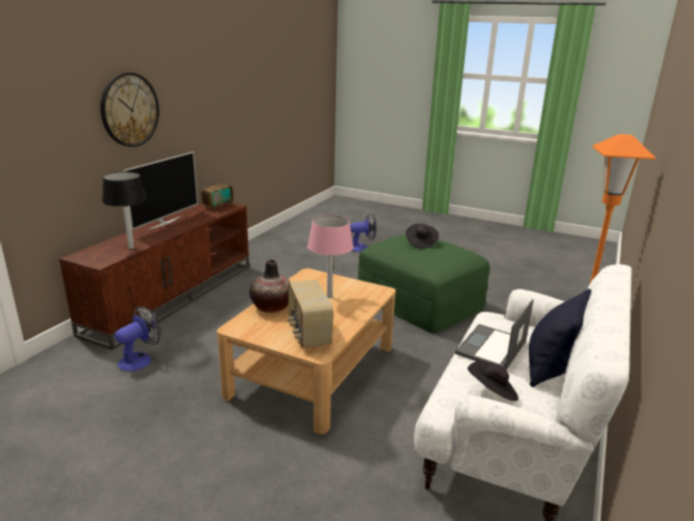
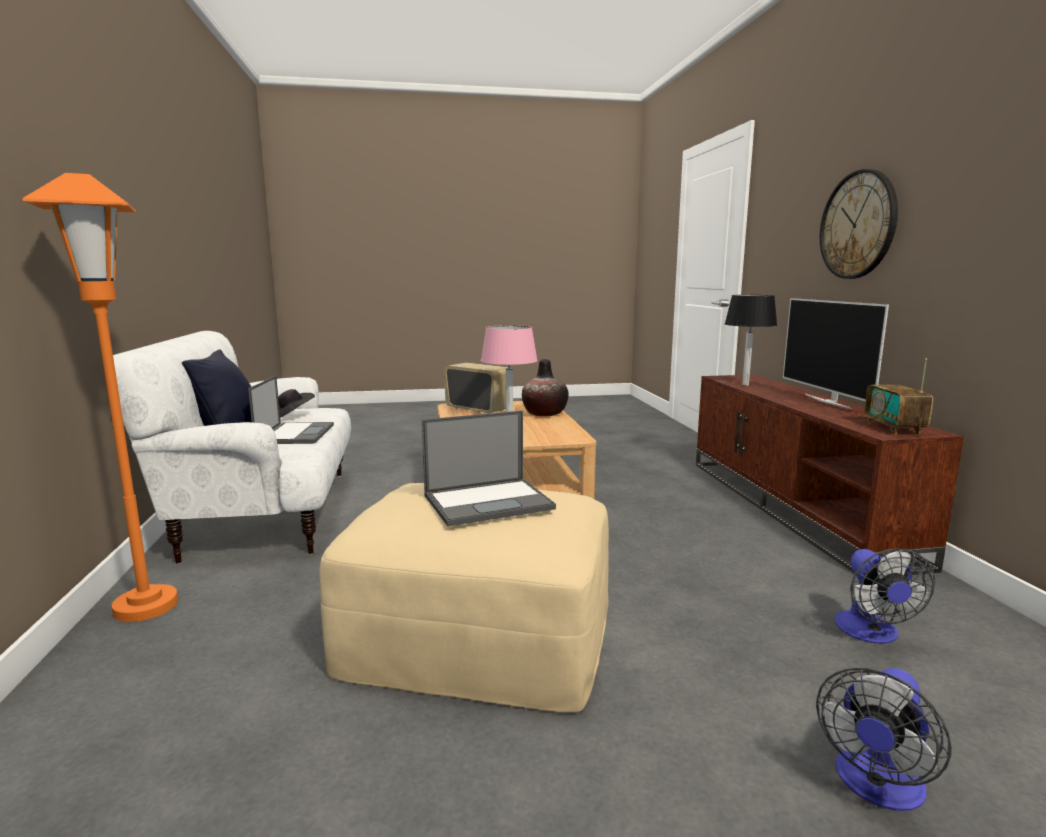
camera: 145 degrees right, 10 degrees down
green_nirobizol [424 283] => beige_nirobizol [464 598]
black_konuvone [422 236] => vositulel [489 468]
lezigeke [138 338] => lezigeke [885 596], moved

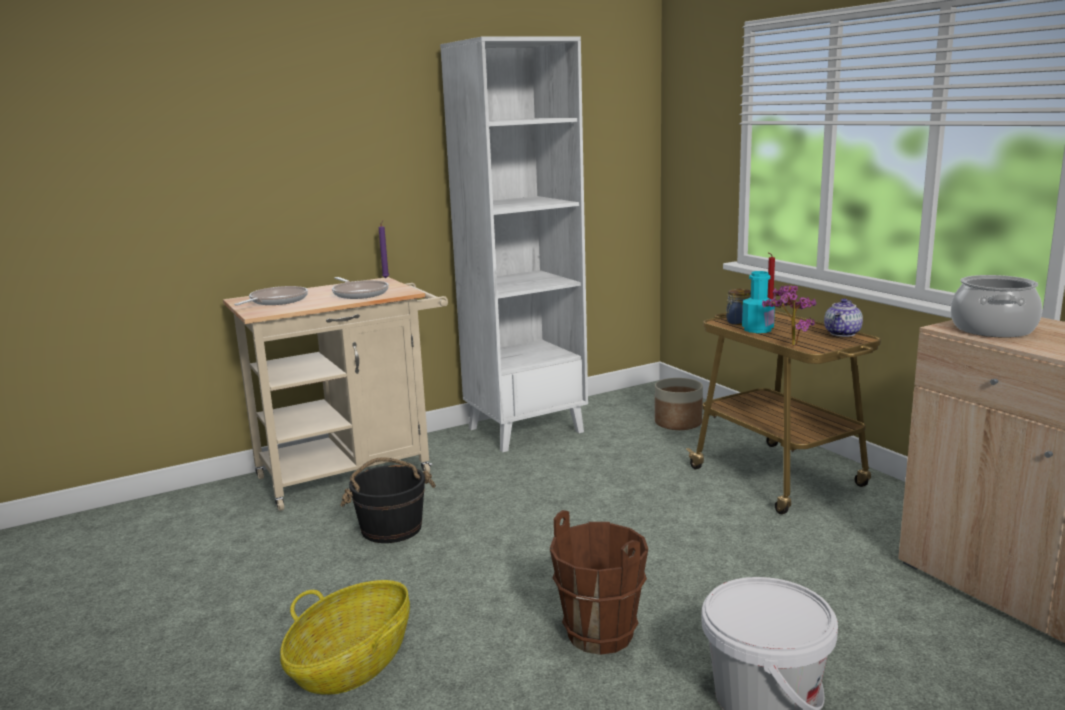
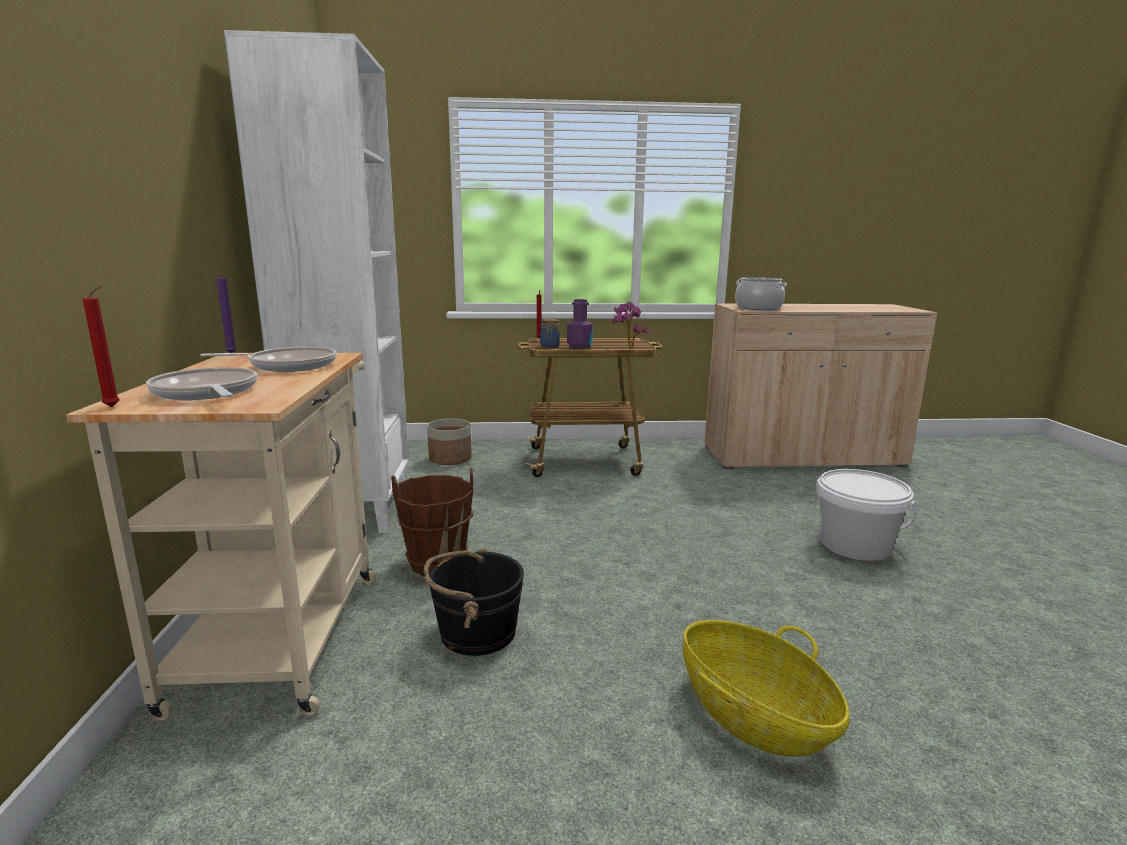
camera: 65 degrees left, 0 degrees up
nothing => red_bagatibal [101 346]
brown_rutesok [599 582] => brown_rutesok [432 522], moved
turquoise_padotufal [758 302] => purple_padotufal [580 323]
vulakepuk [843 318] => nothing

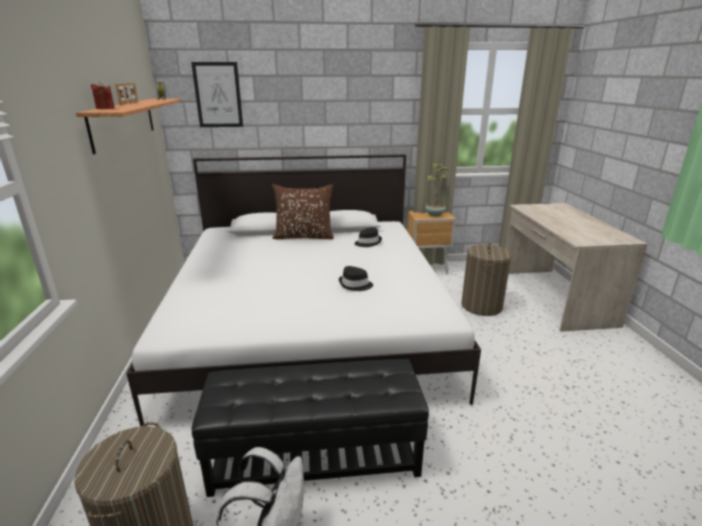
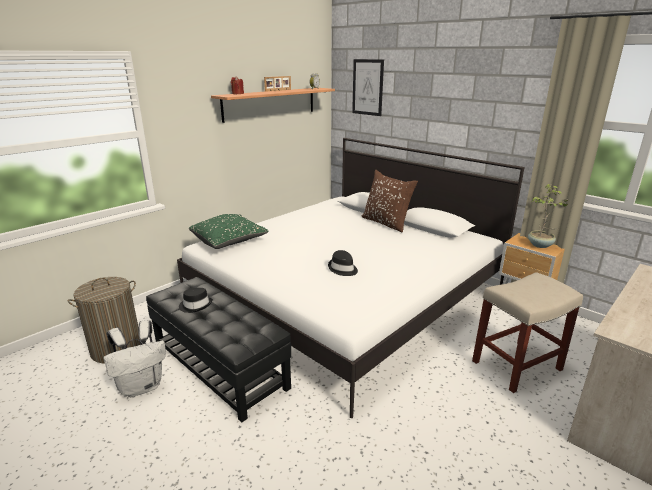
camera: 50 degrees right, 0 degrees up
black_konuvone [368 237] => black_konuvone [196 300], moved
nothing => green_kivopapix [229 231]
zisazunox [486 279] => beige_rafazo [527 332]

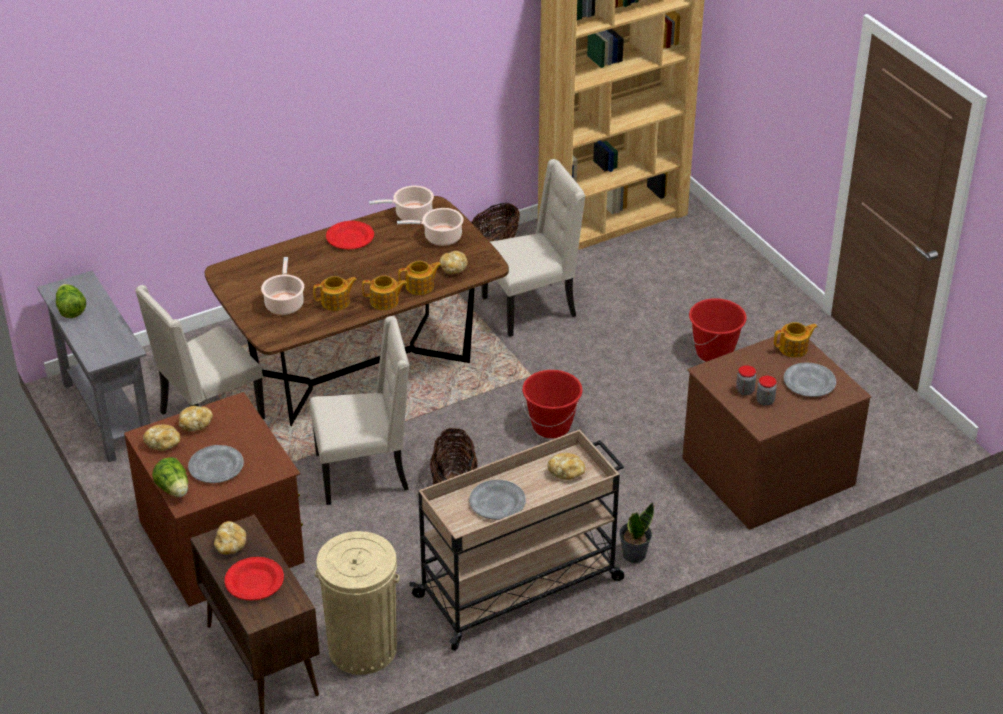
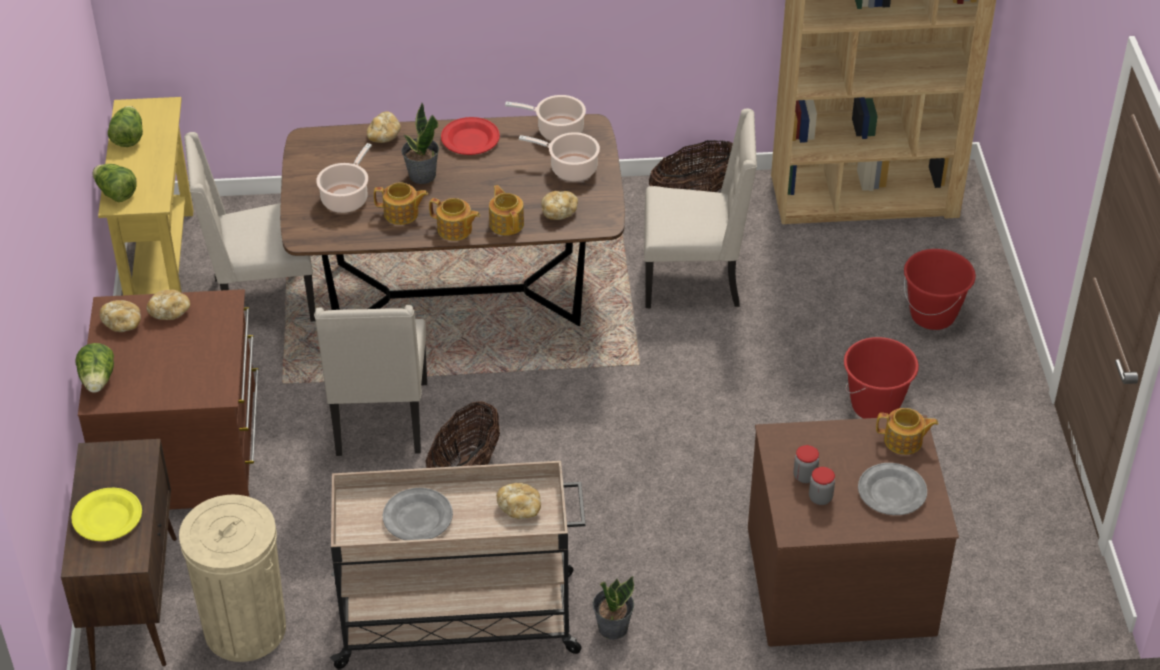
camera: 25 degrees right, 5 degrees up
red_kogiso [254 579] => yellow_kogiso [106 514]
nothing => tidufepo [115 183]
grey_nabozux [93 366] => yellow_nabozux [146 196]
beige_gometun [359 410] => beige_gometun [370 380], 75 degrees clockwise
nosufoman [230 538] => nosufoman [384 127], moved
nothing => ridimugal [420 143]
vulakepuk [419 278] => vulakepuk [506 210], 120 degrees counterclockwise
red_rutesok [552 404] => red_rutesok [940 289], moved
grey_kogiso [216 464] => nothing

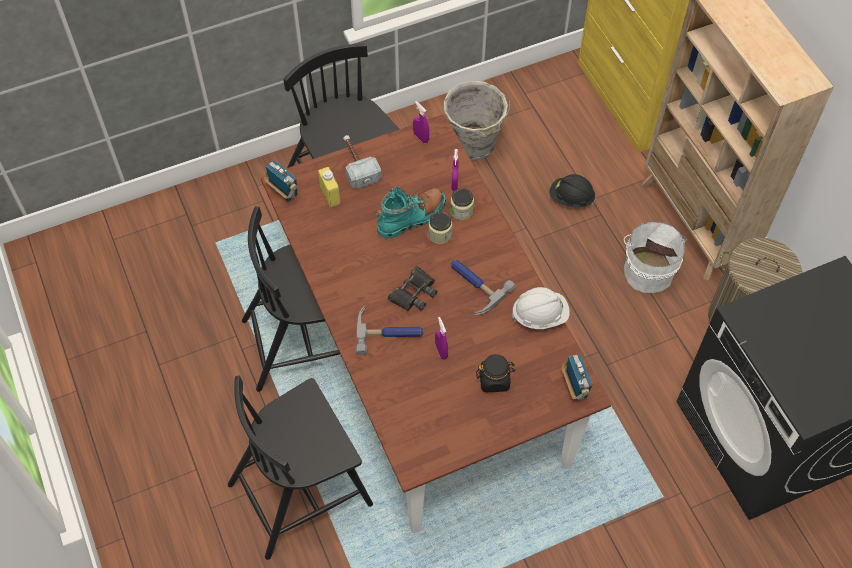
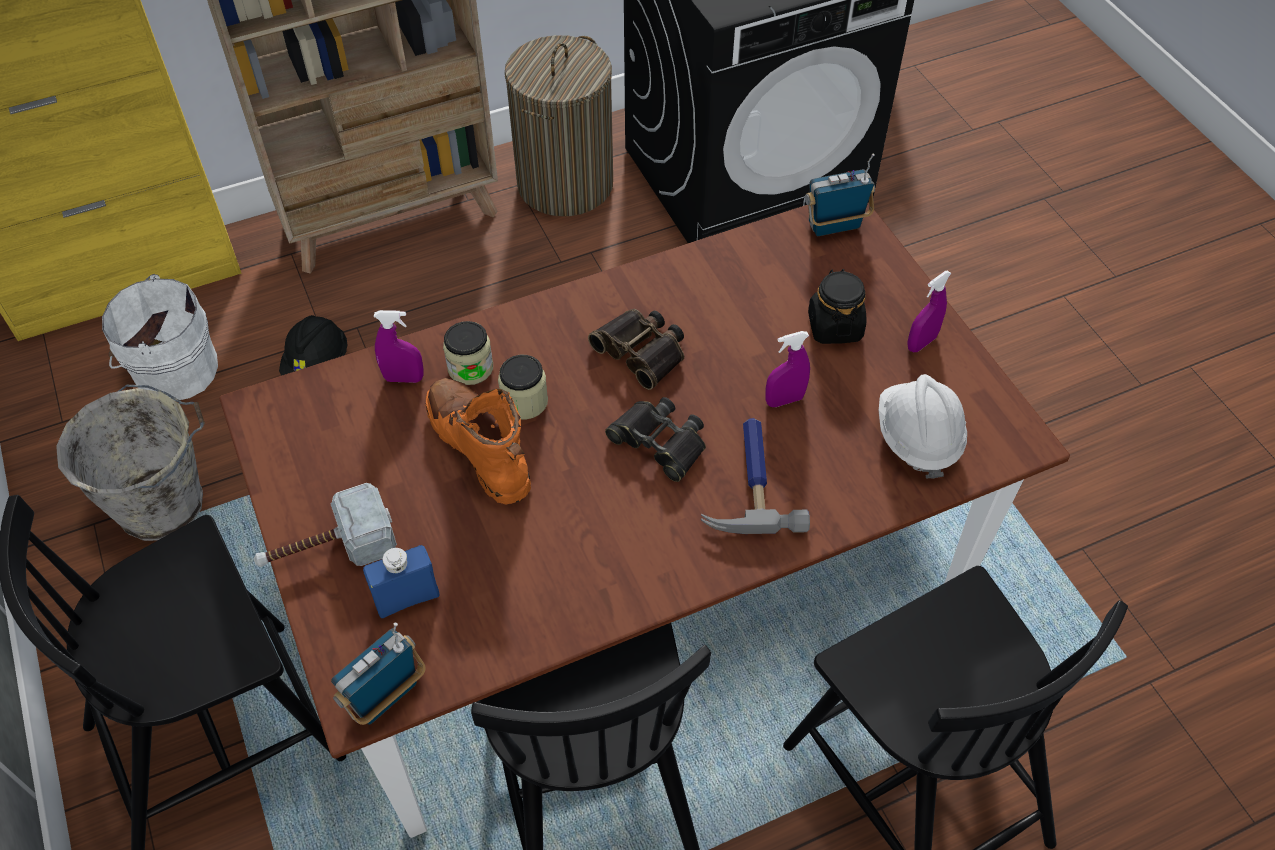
camera: 90 degrees left, 5 degrees down
white_rutesok [655 257] => white_rutesok [160 337], moved
yellow_padotufal [329 187] => blue_padotufal [401 581]
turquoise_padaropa [410 212] => orange_padaropa [478 441]
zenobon [483 287] => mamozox [636 349]
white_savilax [541 308] => white_savilax [922 426], moved
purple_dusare [421 122] => purple_dusare [929 311], moved

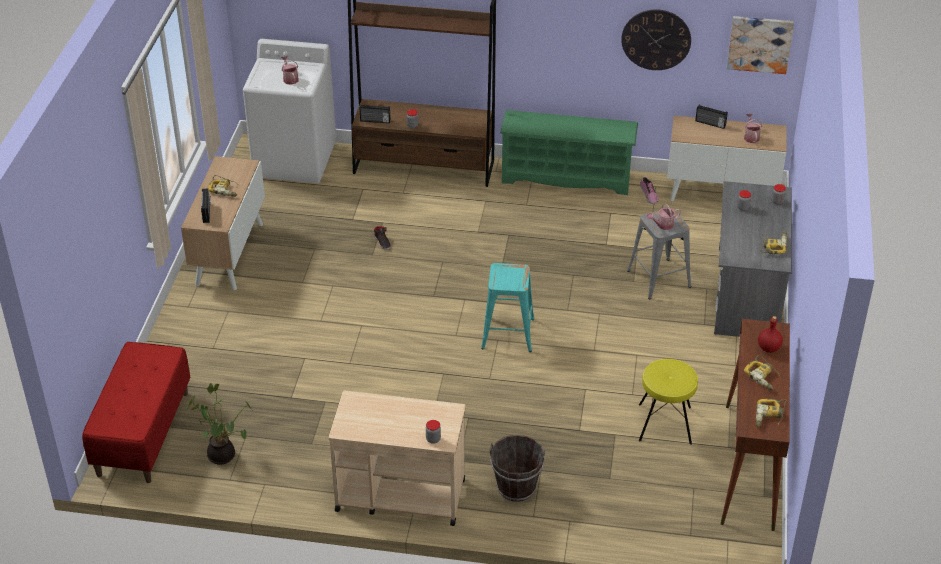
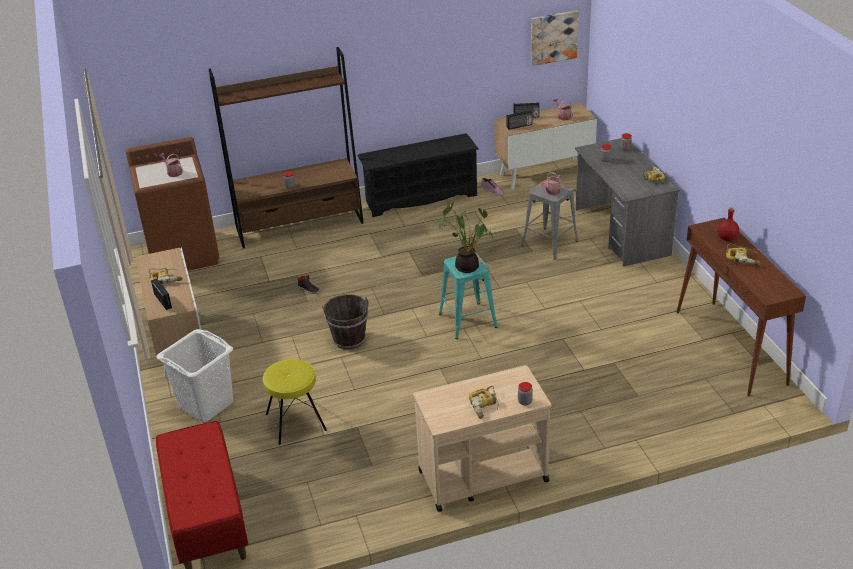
camera: 25 degrees left, 5 degrees down
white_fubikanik [289 111] => brown_fubikanik [172 204]
nothing => white_zisazunox [194 375]
yellow_rafazo [668 402] => yellow_rafazo [295 402], moved
brown_rutesok [517 468] => brown_rutesok [345 321], moved
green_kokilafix [569 152] => black_kokilafix [418 175]
ridimugal [219 424] => ridimugal [466 238], moved
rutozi [771 413] => rutozi [484 402], moved
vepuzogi [375 113] => vepuzogi [519 120], moved
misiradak [656 39] => nothing

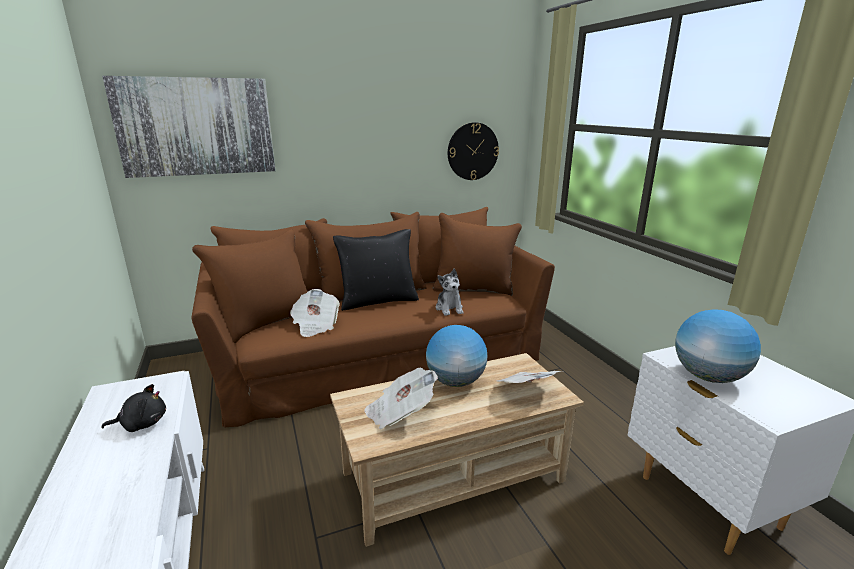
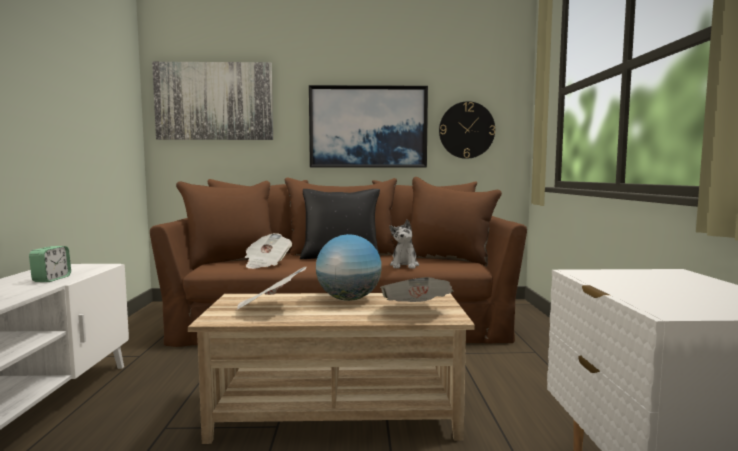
camera: 20 degrees right, 15 degrees down
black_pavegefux [133 408] => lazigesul [50 264]
nothing => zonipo [368 126]
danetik [718 346] => nothing

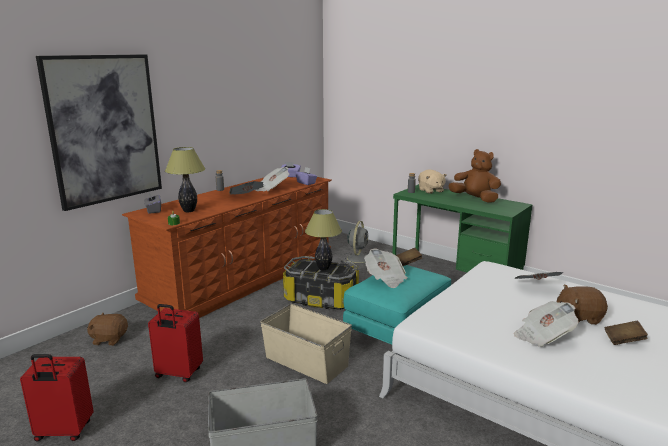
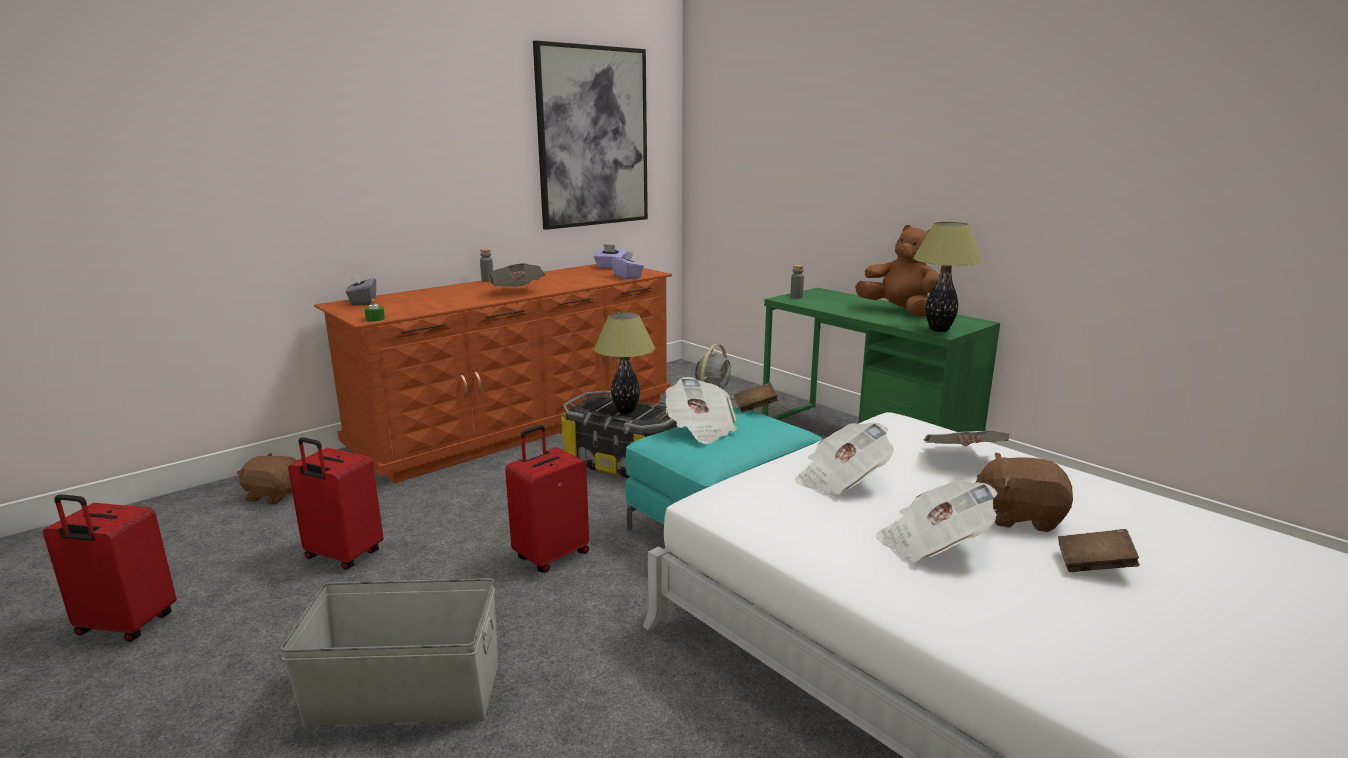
camera: 10 degrees right, 0 degrees up
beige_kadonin [306 344] => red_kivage [547 499]
zonipo [99 132] => zonipo [590 135], moved
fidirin [272 179] => fidirin [845 459], moved
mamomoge [185 179] => mamomoge [948 277], moved
beige_pavegefux [432 181] => nothing

